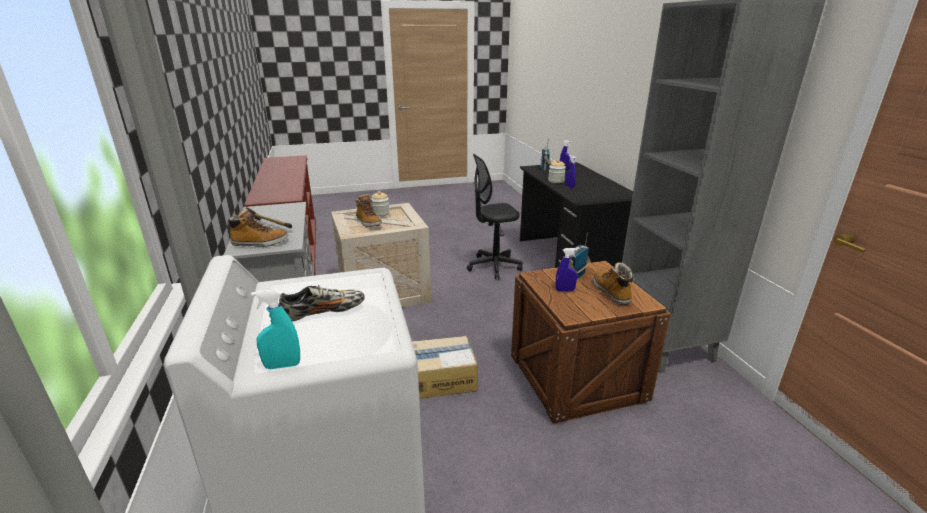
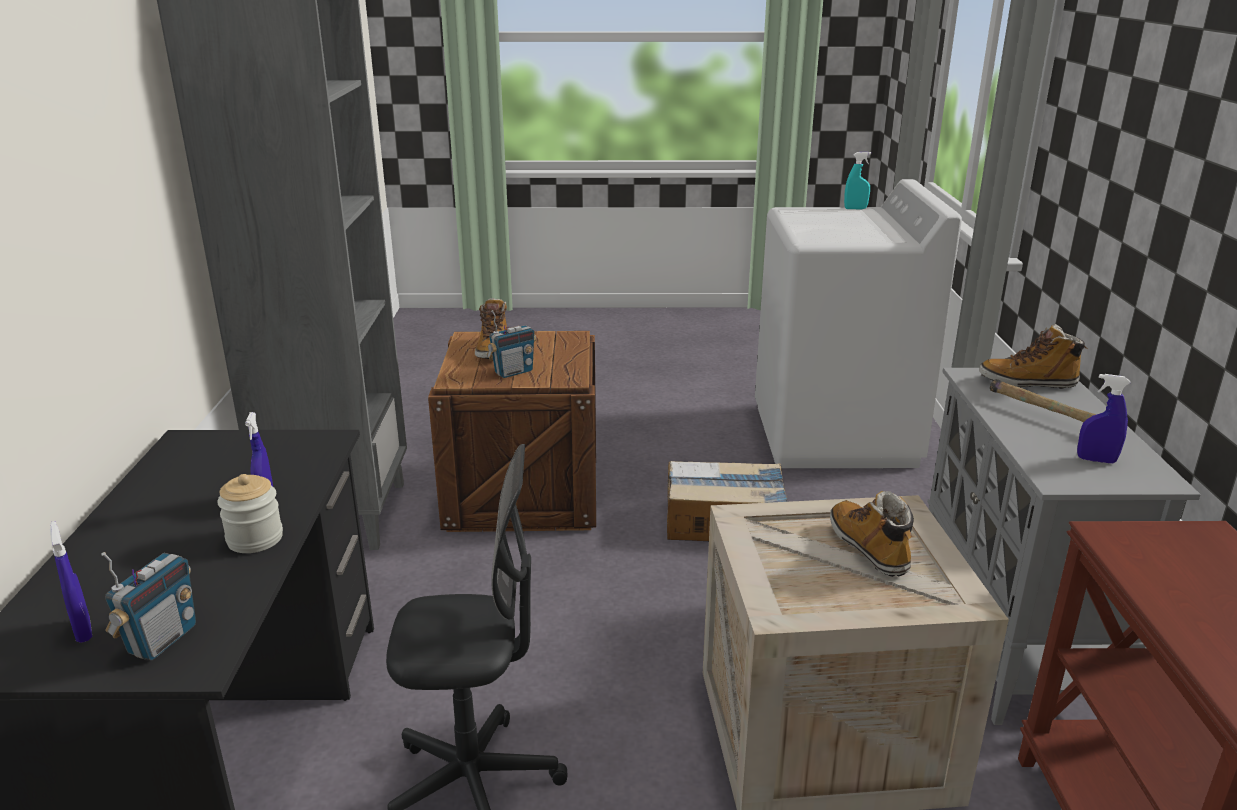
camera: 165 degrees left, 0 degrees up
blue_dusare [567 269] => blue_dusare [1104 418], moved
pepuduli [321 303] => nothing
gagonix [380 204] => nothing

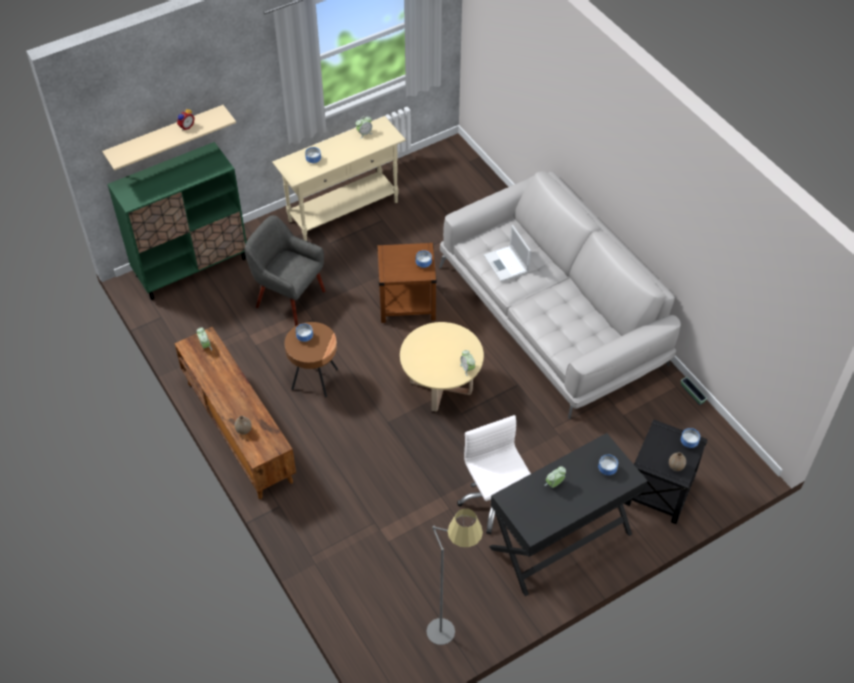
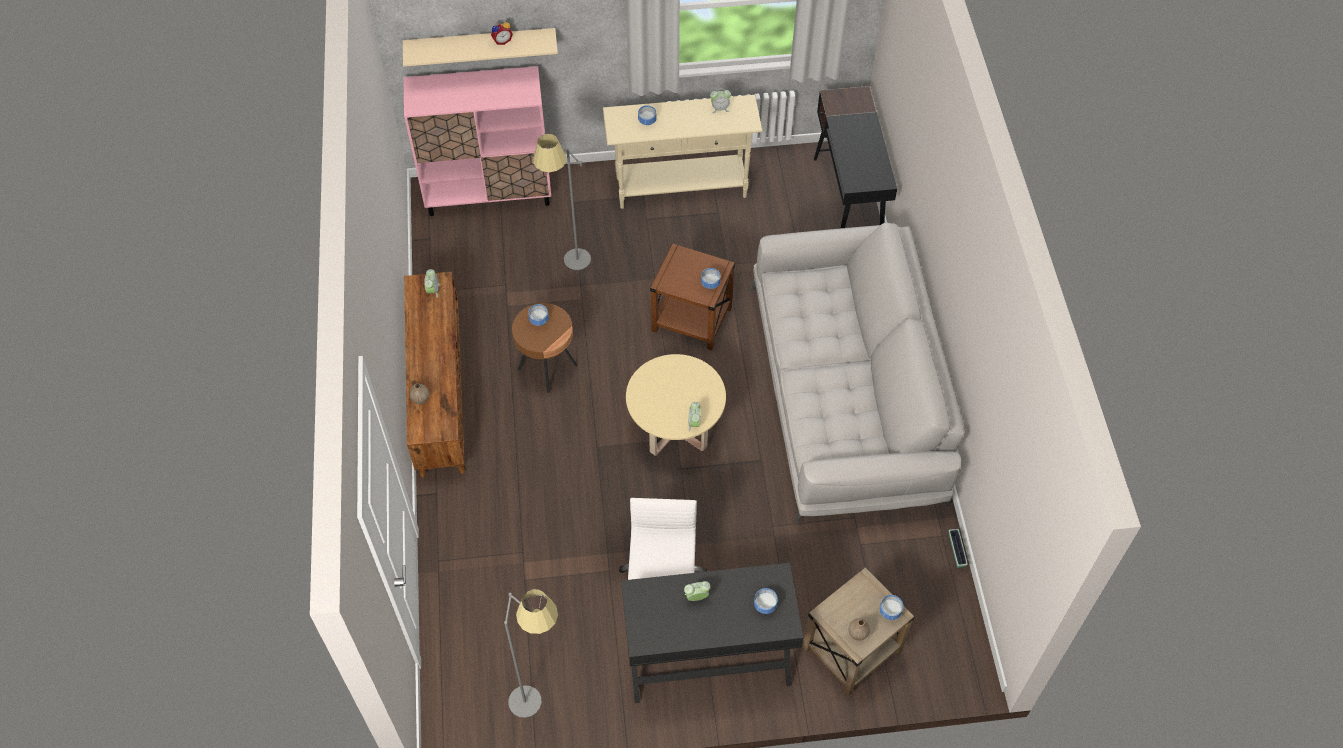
camera: 25 degrees right, 5 degrees up
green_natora [177 221] => pink_natora [477 141]
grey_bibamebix [285 270] => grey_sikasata [562 202]
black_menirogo [666 471] => beige_menirogo [858 631]
nothing => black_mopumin [855 157]
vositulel [507 253] => nothing

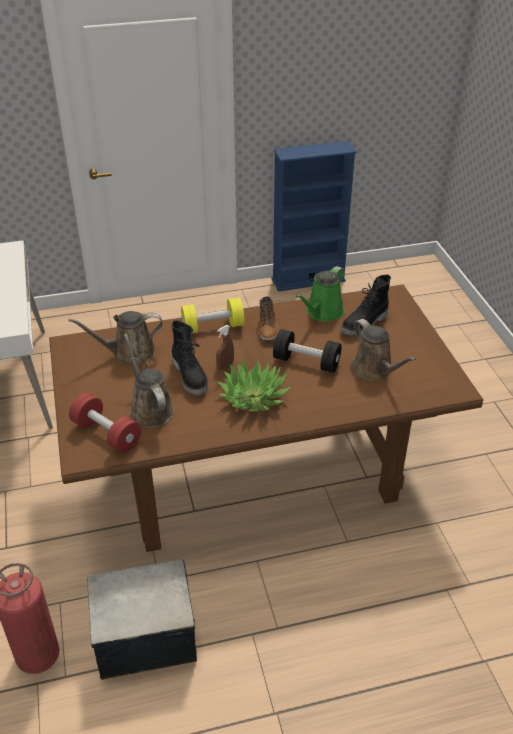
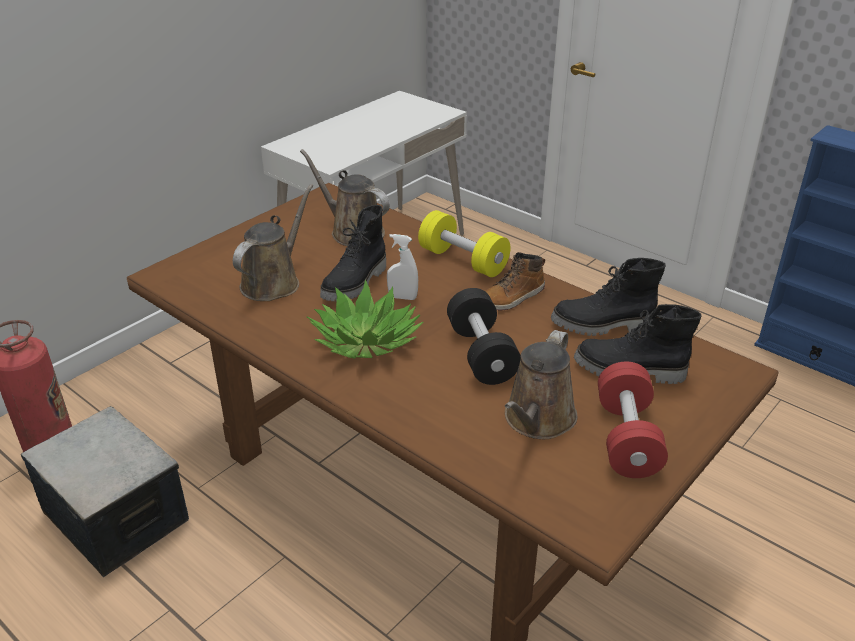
camera: 55 degrees right, 5 degrees down
brown_dusare [225 347] => white_dusare [402 267]
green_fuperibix [320 294] => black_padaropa [608 297]
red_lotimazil [105 423] => red_lotimazil [633 420], moved

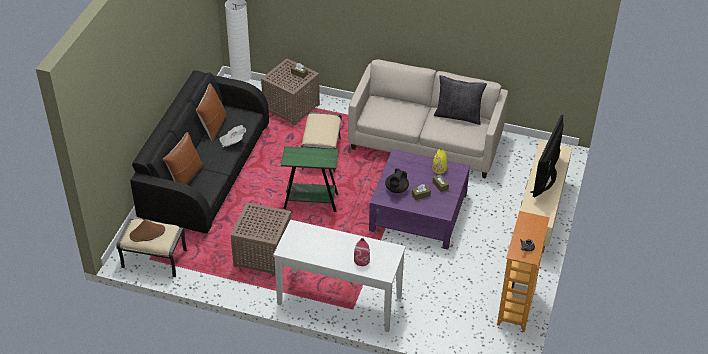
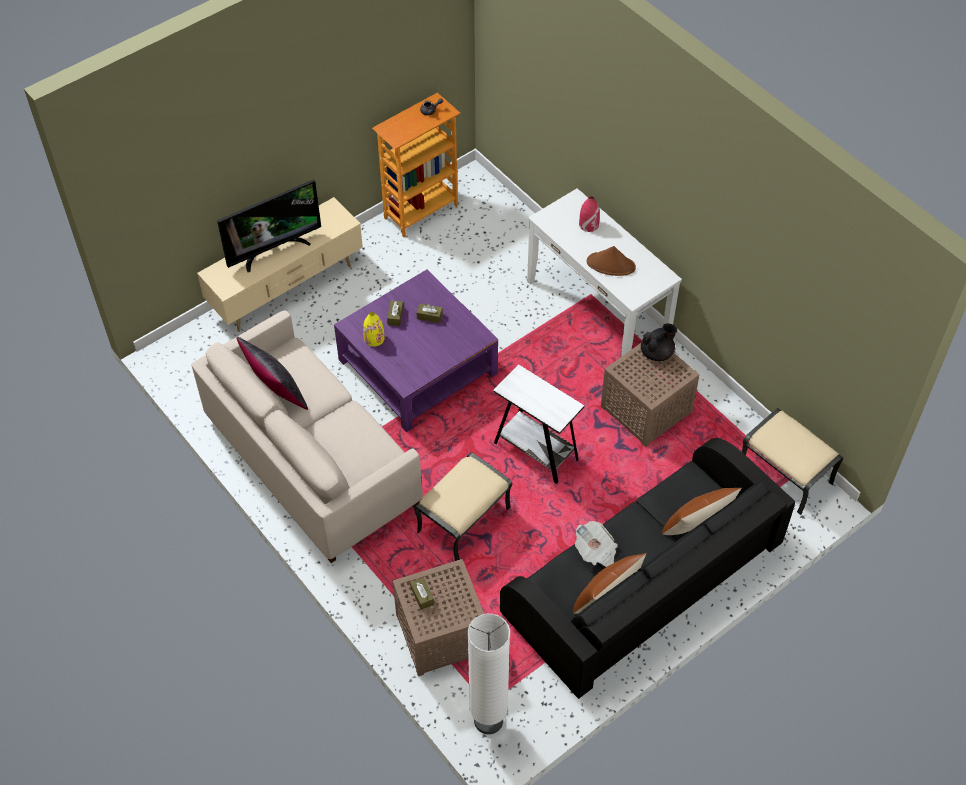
camera: 145 degrees left, 10 degrees up
green_menirogo [309 179] => white_menirogo [538 424]
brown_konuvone [147 231] => brown_konuvone [611 261], moved
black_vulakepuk [397 180] => black_vulakepuk [659 342], moved

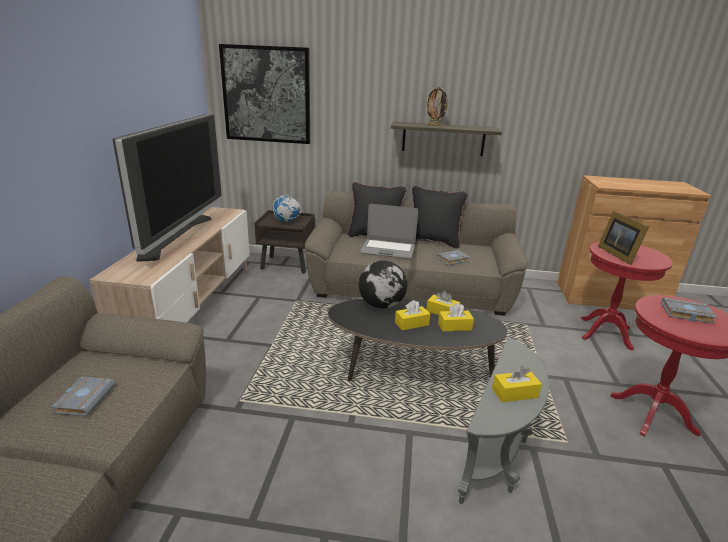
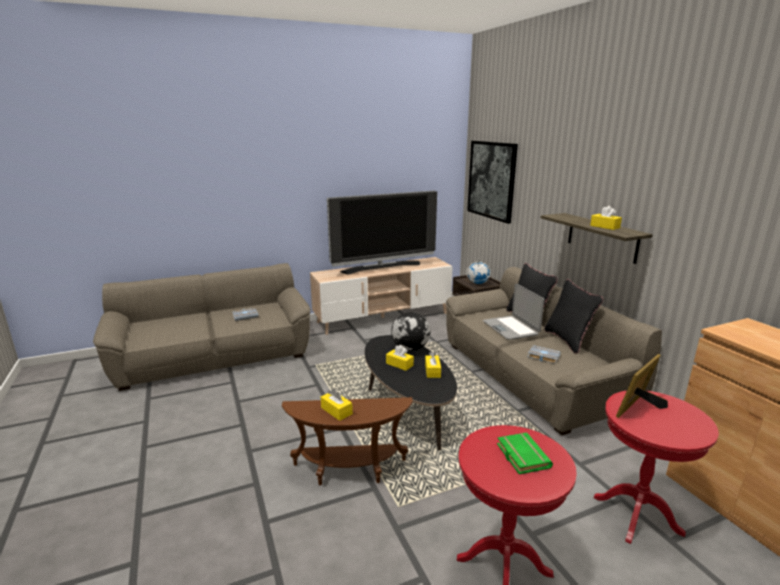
camera: 60 degrees right, 5 degrees down
grey_menirogo [503 421] => brown_menirogo [347 441]
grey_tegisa [689 310] => green_tegisa [525 453]
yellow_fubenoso [456 317] => yellow_fubenoso [606 218], moved
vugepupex [437 106] => nothing

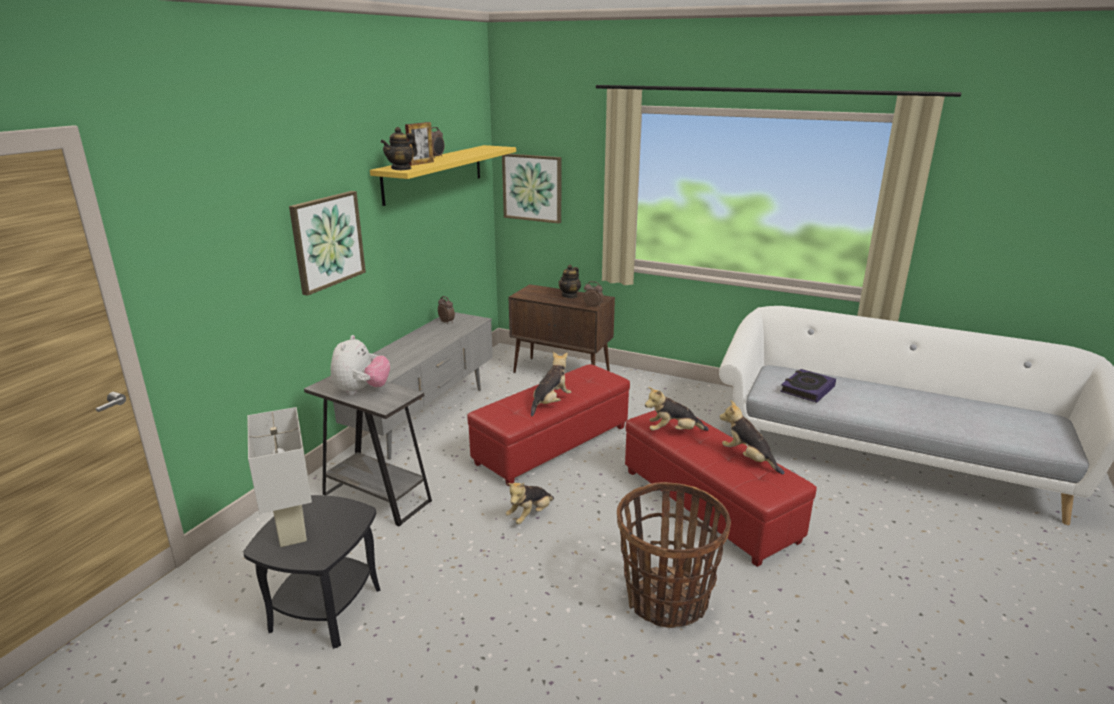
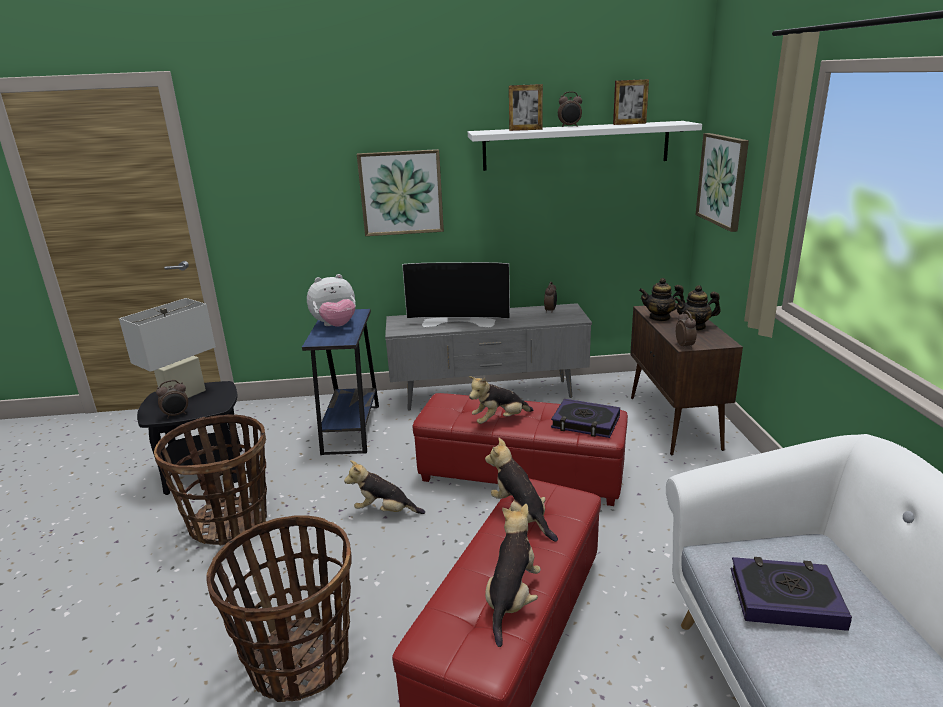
camera: 60 degrees right, 0 degrees up
nothing => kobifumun [210 480]
nothing => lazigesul [172 399]
grey_menirogo [368 451] => blue_menirogo [340 382]
nothing => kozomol [456 295]
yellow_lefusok [443 175] => white_lefusok [585 146]
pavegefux [551 384] => pavegefux [501 400], 150 degrees clockwise
nothing => tegisa [585 418]
nothing => vugepupex [631 102]
vulakepuk [399 148] => vulakepuk [662 300], moved

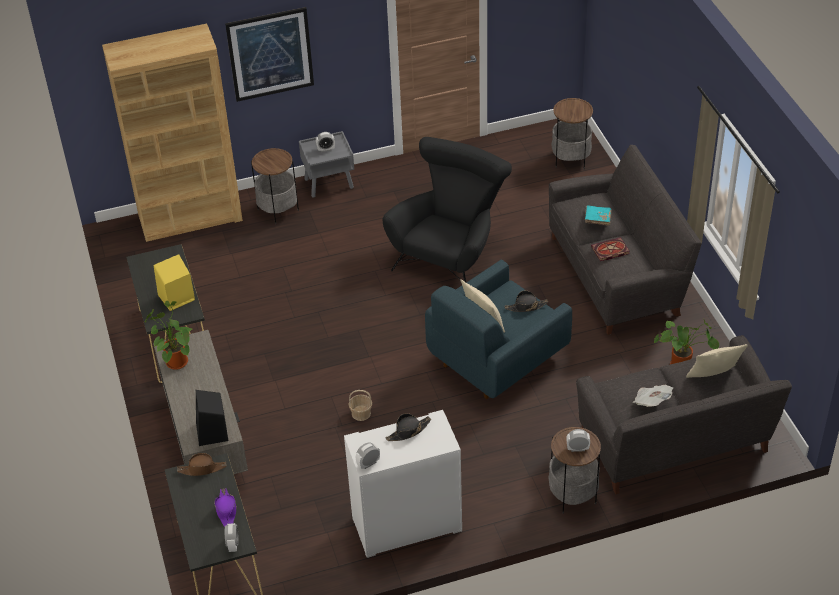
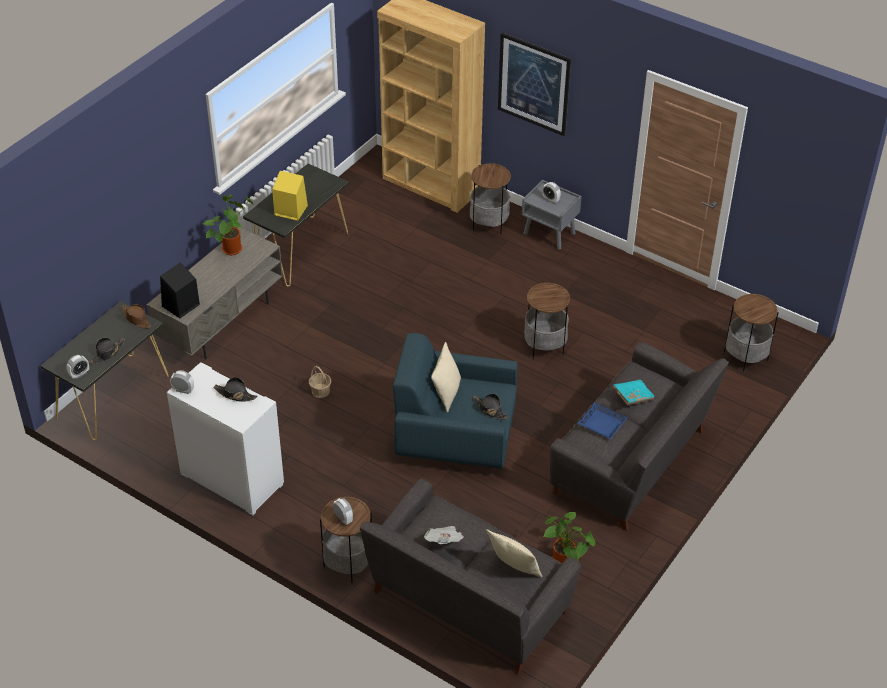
camera: 50 degrees right, 0 degrees up
purple_konuvone [225 507] => black_konuvone [107 351]
black_bibamebix [447 209] => menirogo [547 321]
tegisa [610 249] => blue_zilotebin [602 420]

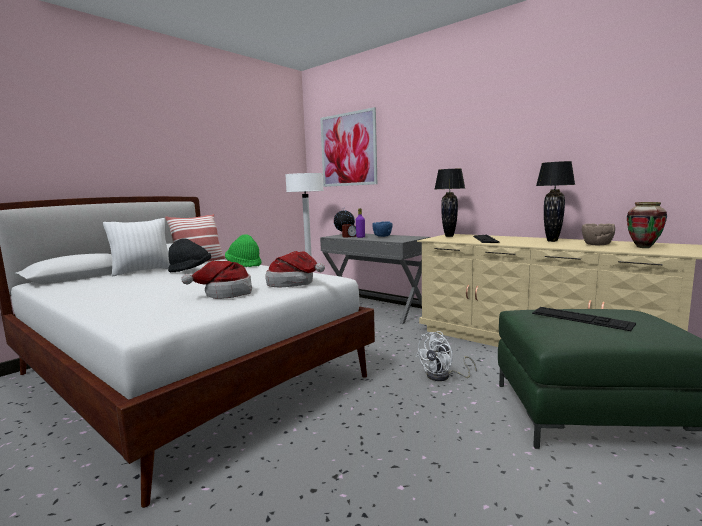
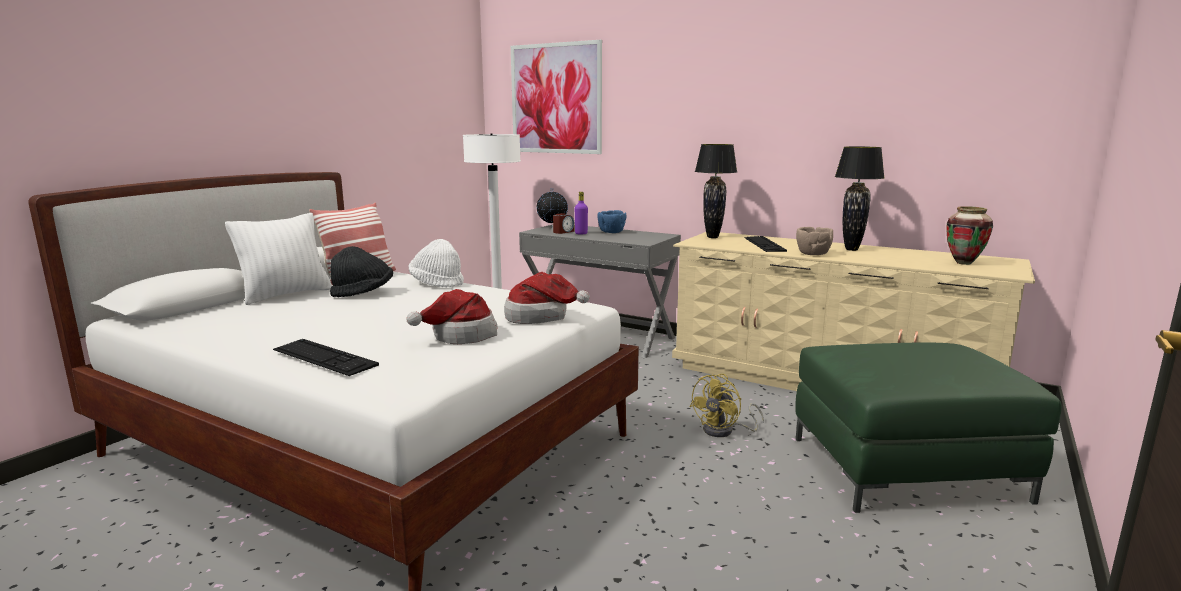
camera: 10 degrees left, 5 degrees up
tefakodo [584 319] => tefakodo [326 357], moved
green_konuvone [243 250] => white_konuvone [436 263]
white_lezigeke [446 356] => yellow_lezigeke [727 405]
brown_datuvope [598 234] => brown_datuvope [814 241], moved

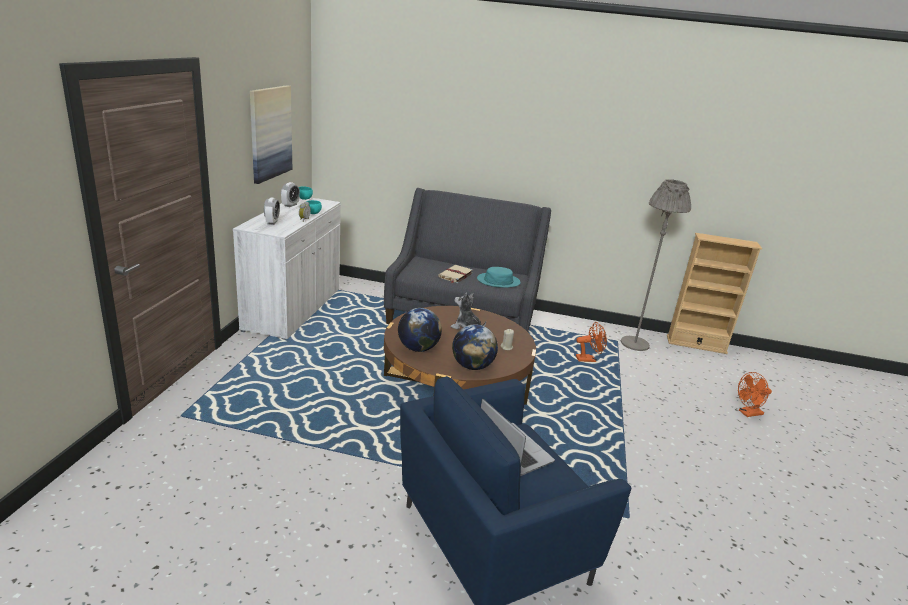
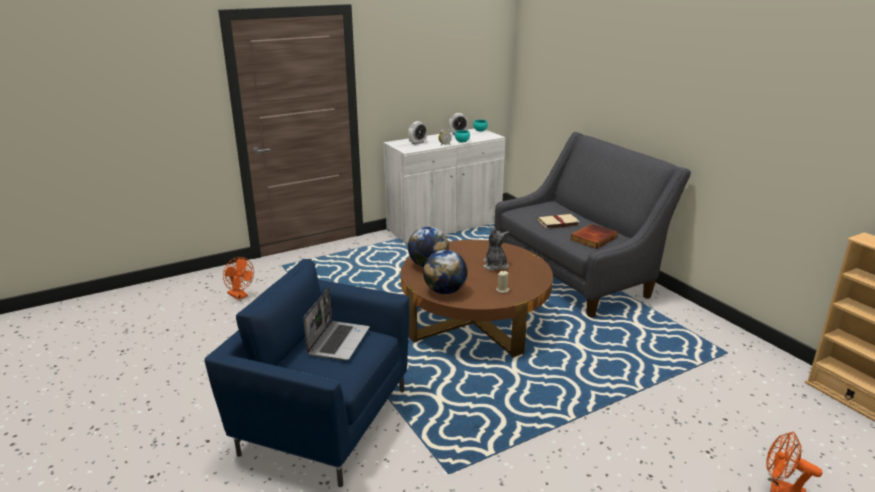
camera: 50 degrees right, 0 degrees up
orange_lezigeke [591 342] => orange_lezigeke [238 278], moved
turquoise_konuvone [499 277] => tegisa [594 236]
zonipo [271 134] => nothing
grey_sikasata [655 265] => nothing

